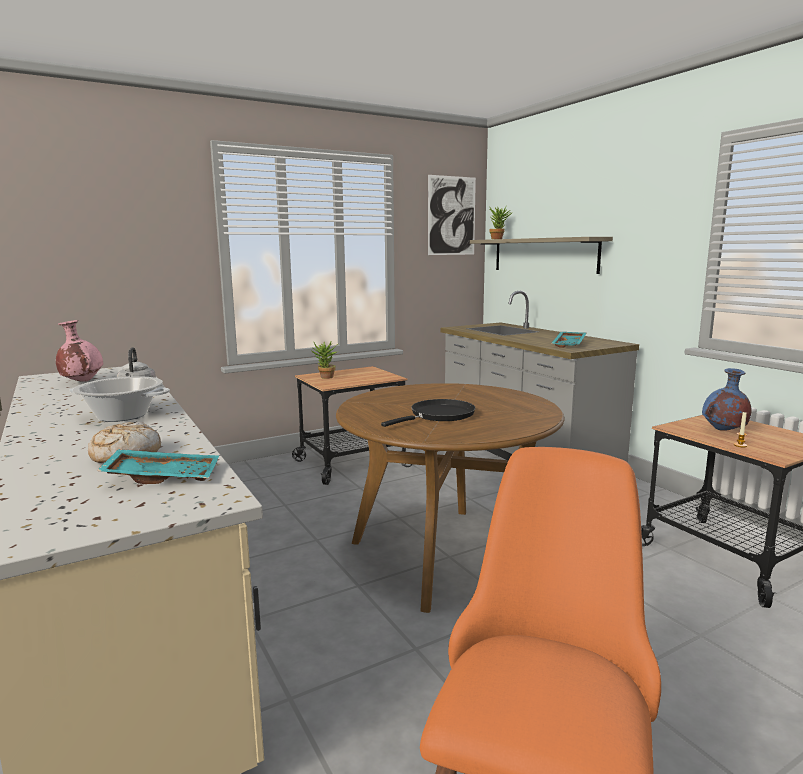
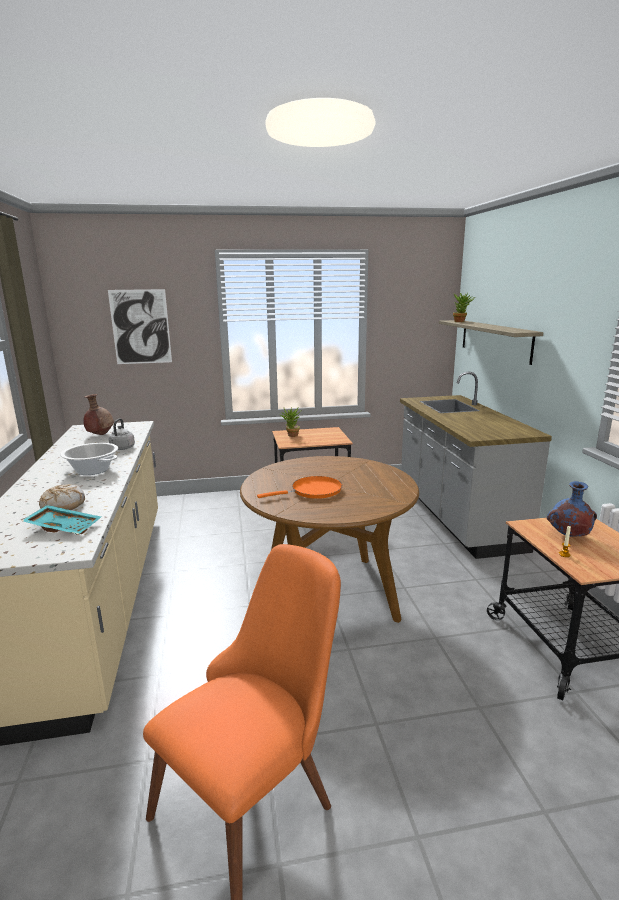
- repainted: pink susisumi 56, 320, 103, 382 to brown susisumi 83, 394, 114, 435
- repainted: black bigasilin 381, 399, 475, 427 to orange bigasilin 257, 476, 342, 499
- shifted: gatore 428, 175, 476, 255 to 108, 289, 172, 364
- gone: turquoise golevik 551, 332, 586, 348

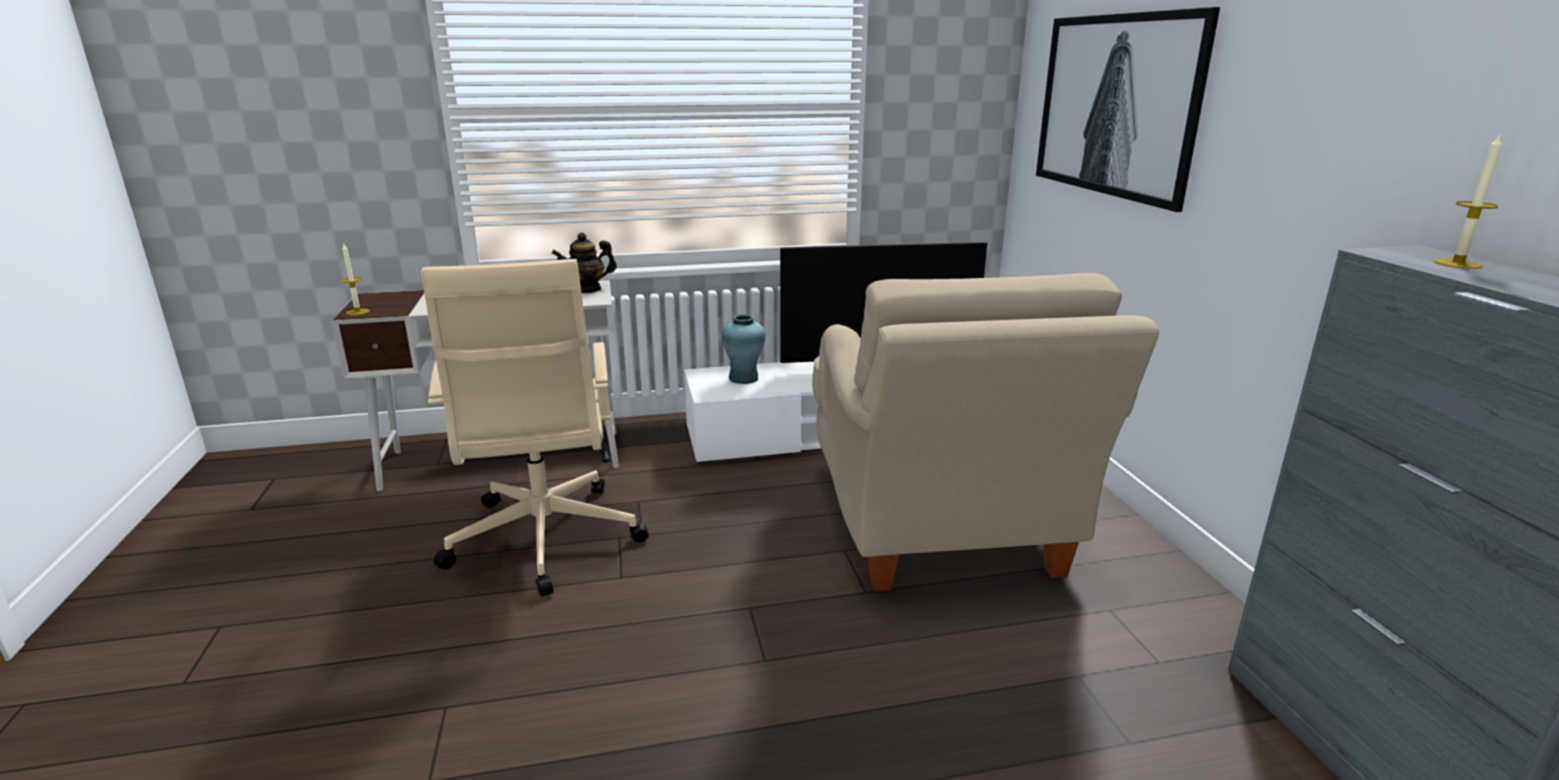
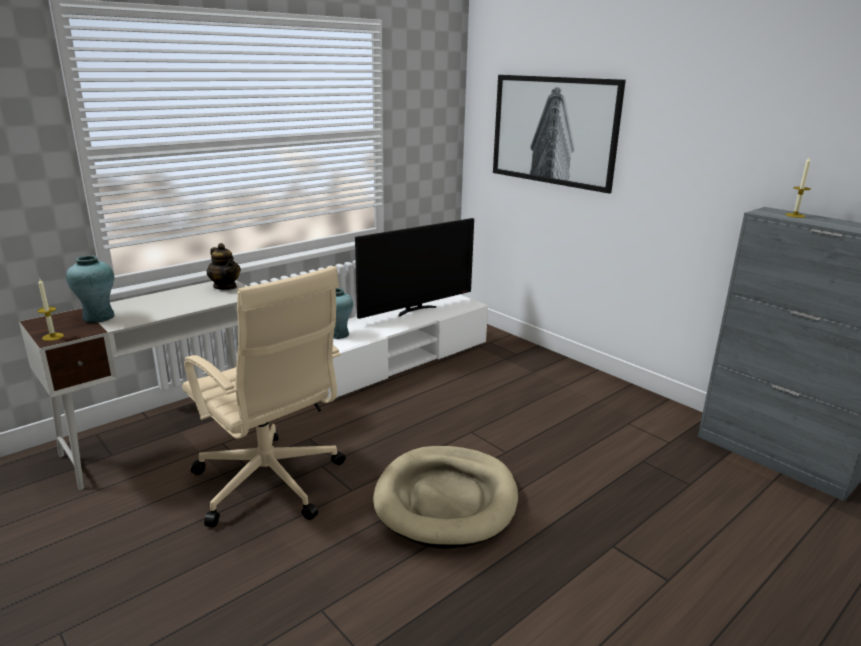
- rotated: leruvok 552, 232, 617, 293 = 206, 243, 241, 290 75 degrees counterclockwise
- gone: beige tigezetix 812, 273, 1160, 591
- new: turquoise susisumi 66, 255, 115, 323
- new: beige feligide 373, 446, 518, 549

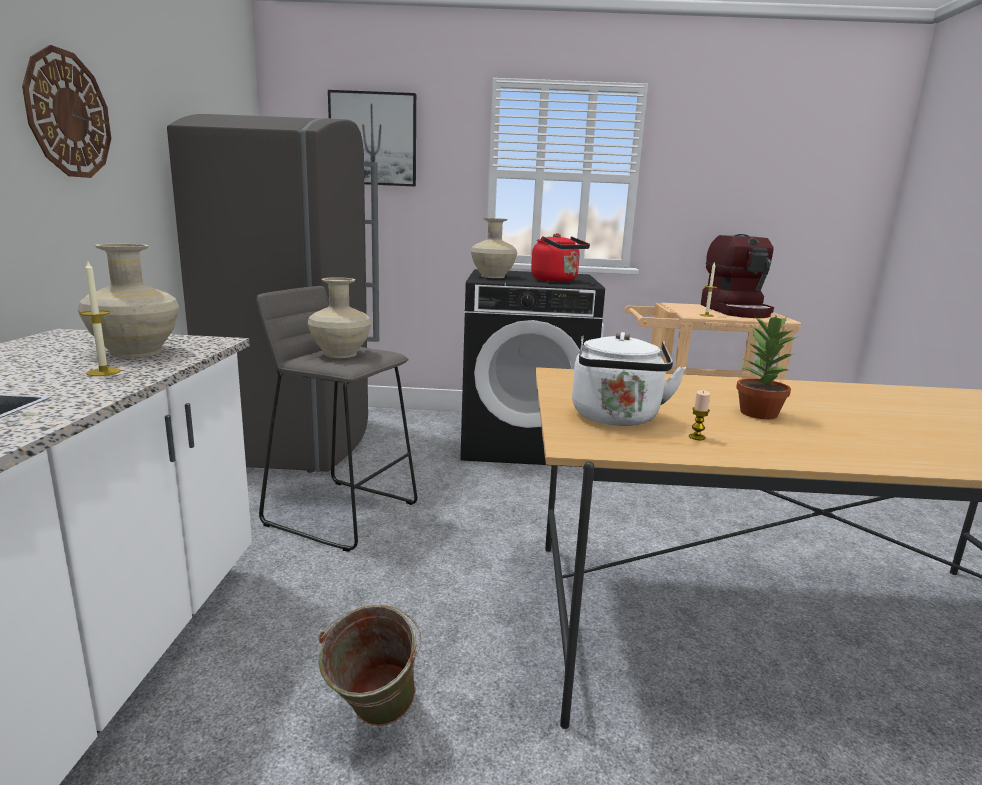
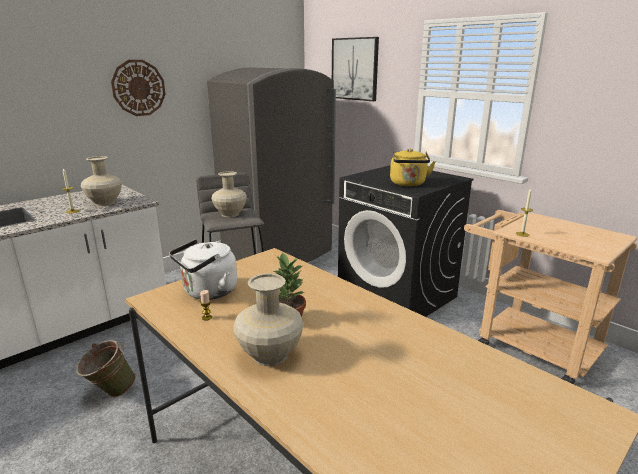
- shifted: beige susisumi 471, 218, 517, 278 to 233, 273, 304, 366
- repainted: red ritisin 531, 233, 590, 282 to yellow ritisin 390, 149, 436, 186
- gone: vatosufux 701, 234, 774, 318

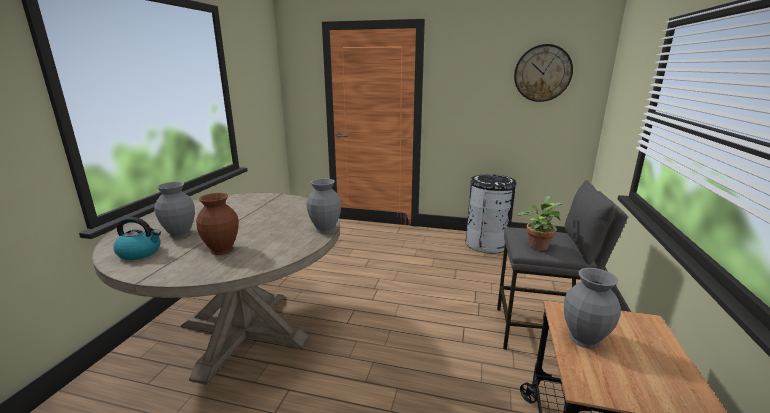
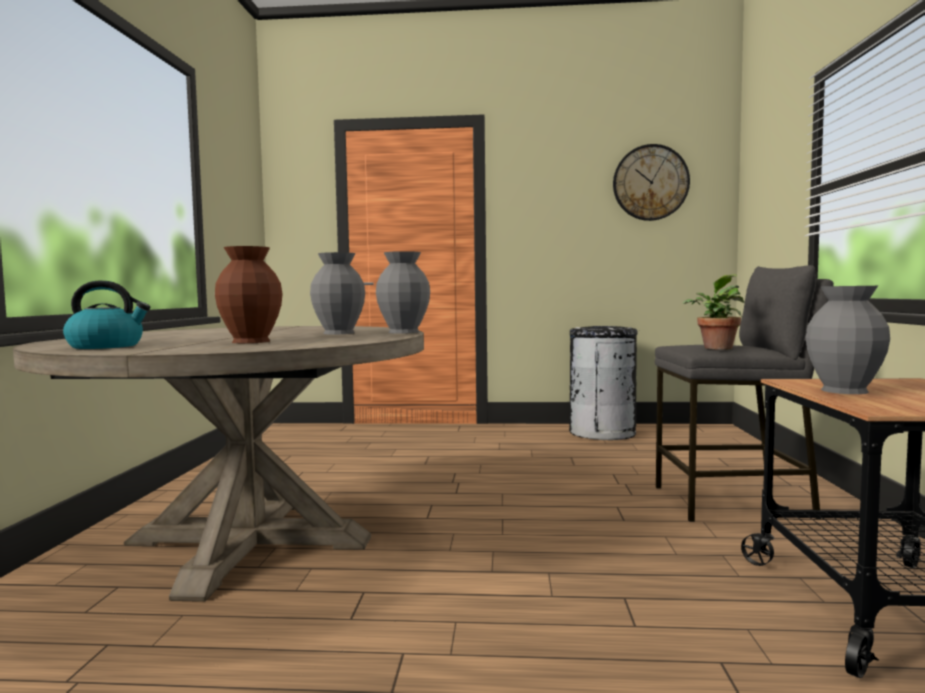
- shifted: grey susisumi 154, 182, 195, 238 to 310, 252, 365, 334

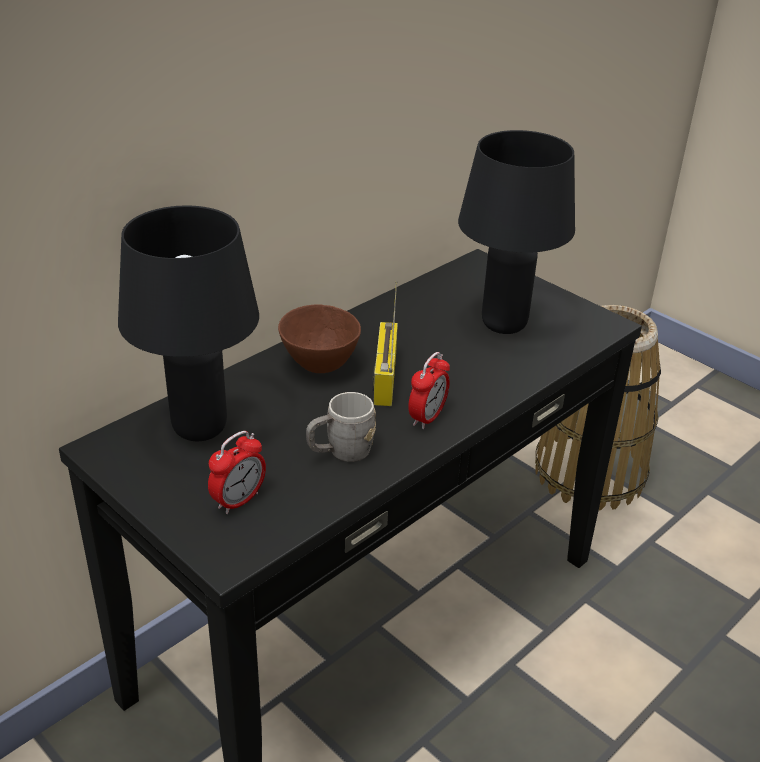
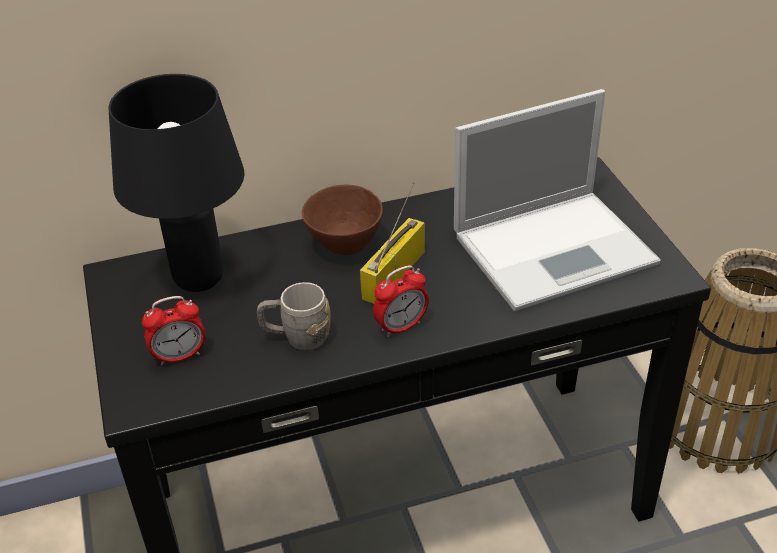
- swapped: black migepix 458, 130, 575, 334 to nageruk 454, 89, 661, 311

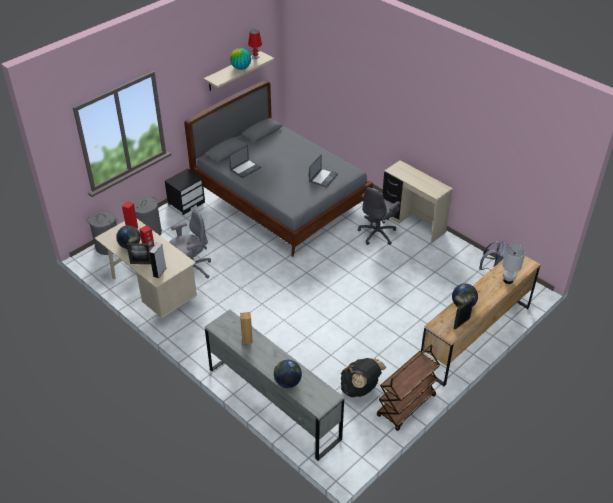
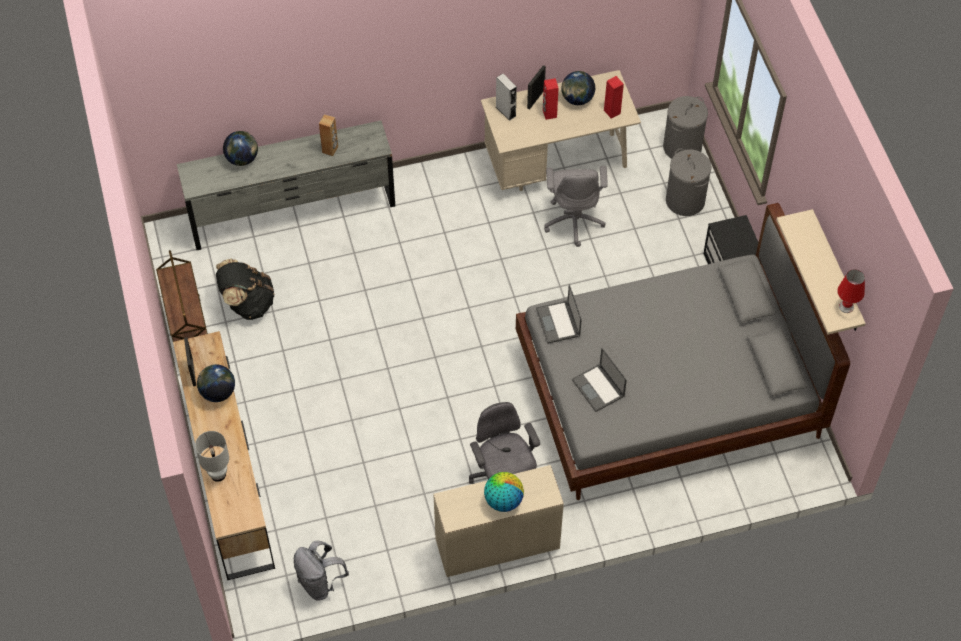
- shifted: nageruk 229, 145, 261, 178 to 536, 284, 582, 344
- shifted: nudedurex 230, 48, 251, 70 to 484, 472, 524, 512

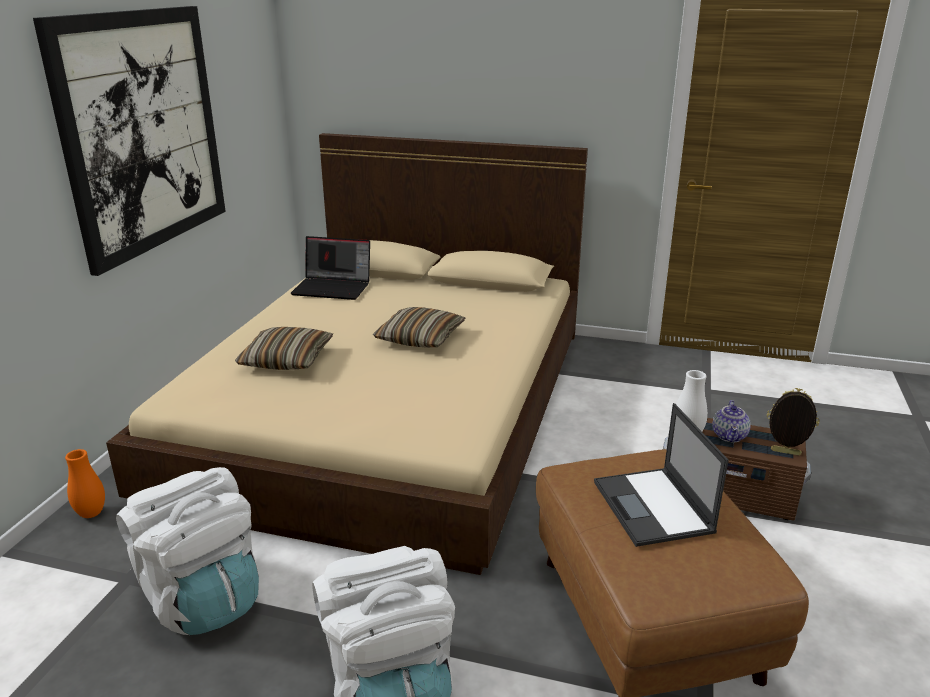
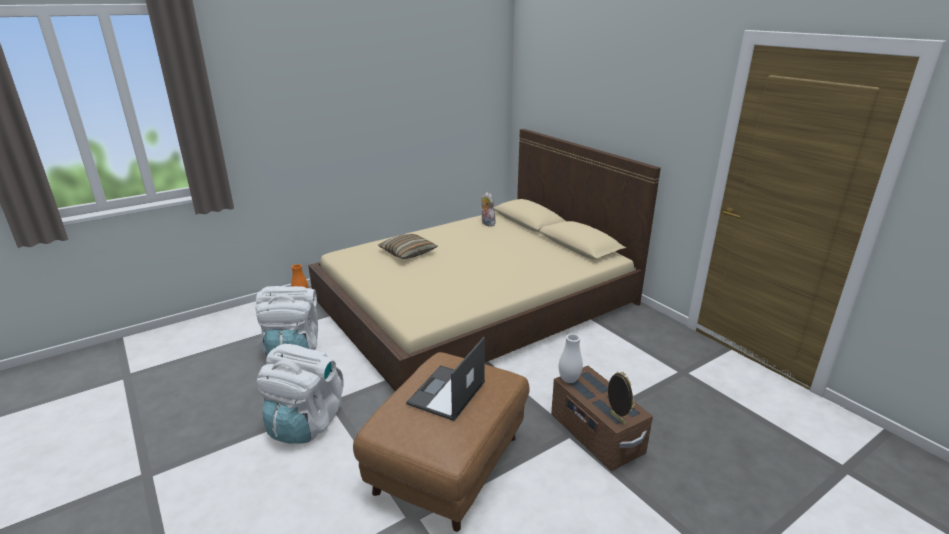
- gone: gatore 33, 6, 226, 276
- swapped: nageruk 291, 236, 370, 300 to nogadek 481, 192, 496, 227
- gone: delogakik 373, 307, 466, 347
- gone: leruvok 713, 400, 751, 442

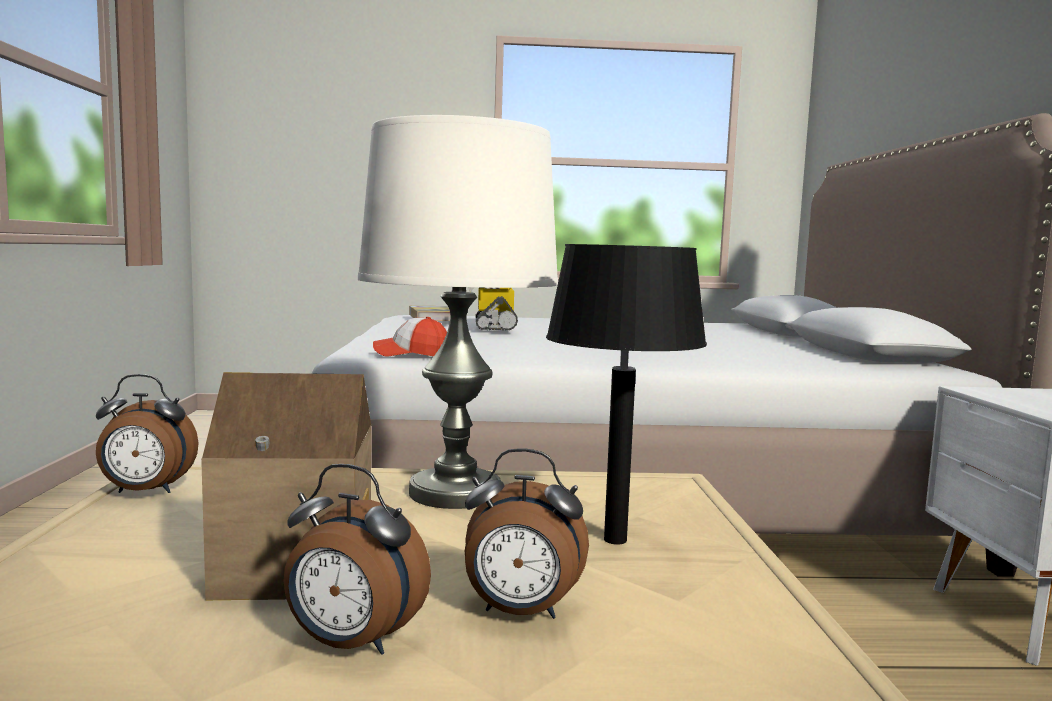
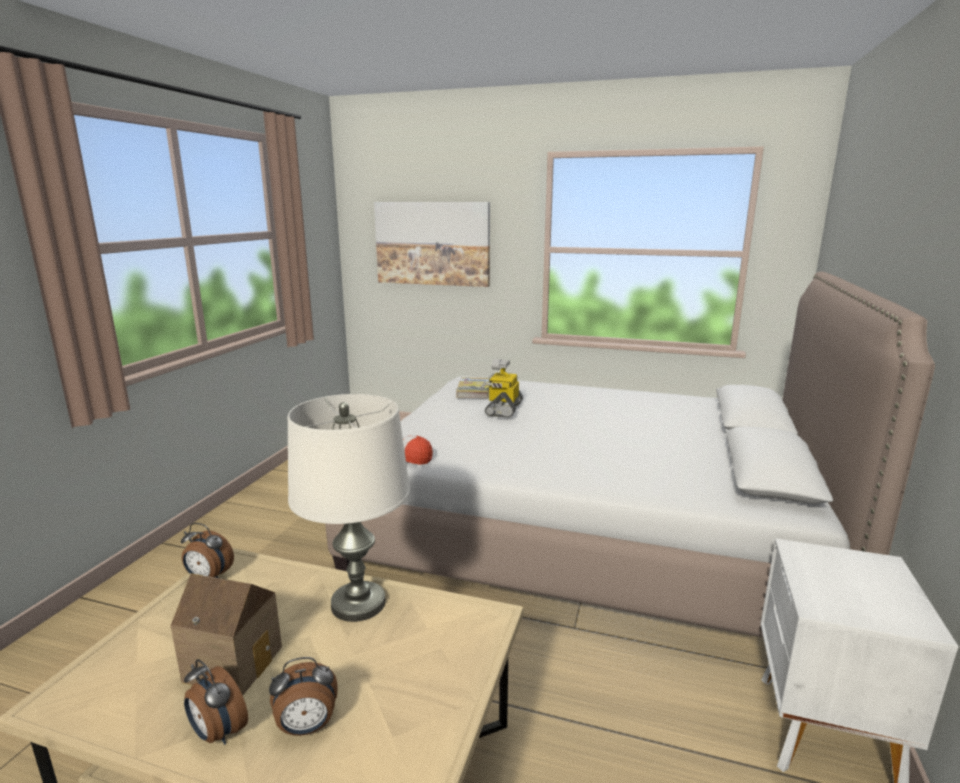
- rotated: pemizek 465, 448, 589, 619 = 269, 657, 338, 736 45 degrees counterclockwise
- gone: black migepix 546, 244, 707, 545
- new: gatore 374, 202, 490, 287

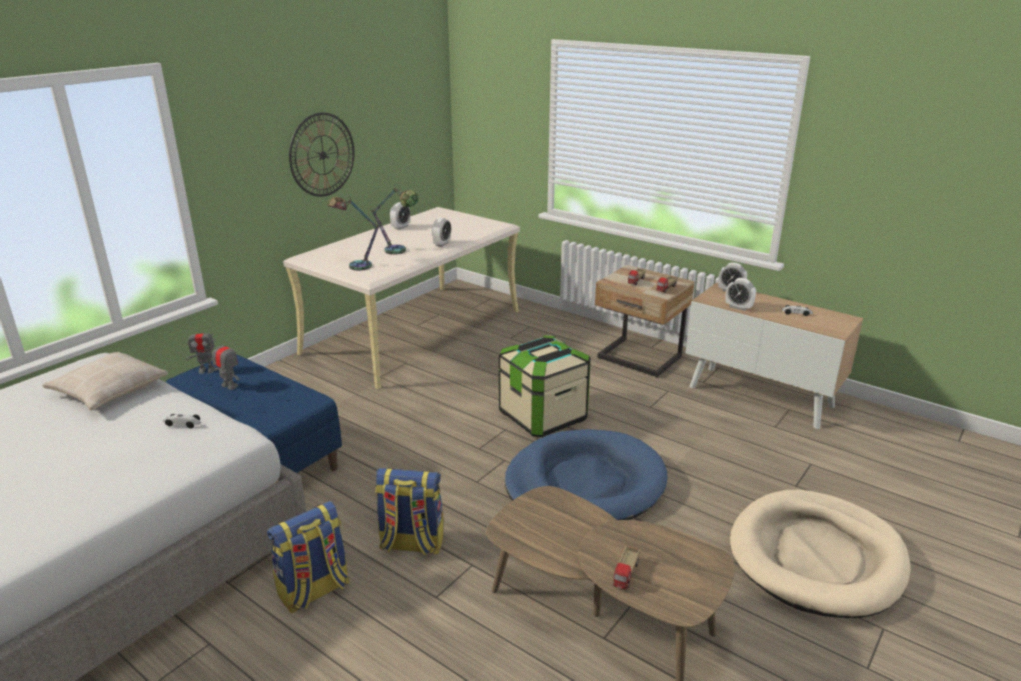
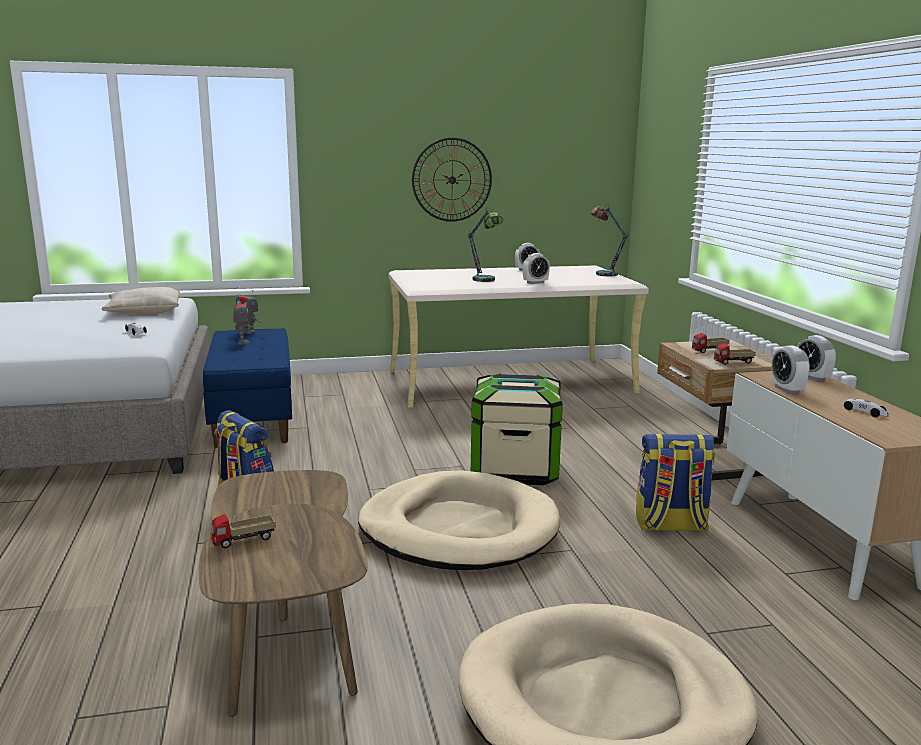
- shifted: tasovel 267, 501, 350, 614 to 636, 434, 715, 531
- shifted: migepix 327, 196, 380, 271 to 591, 204, 629, 276
- repainted: blue feligide 505, 429, 668, 520 to beige feligide 358, 470, 560, 570

